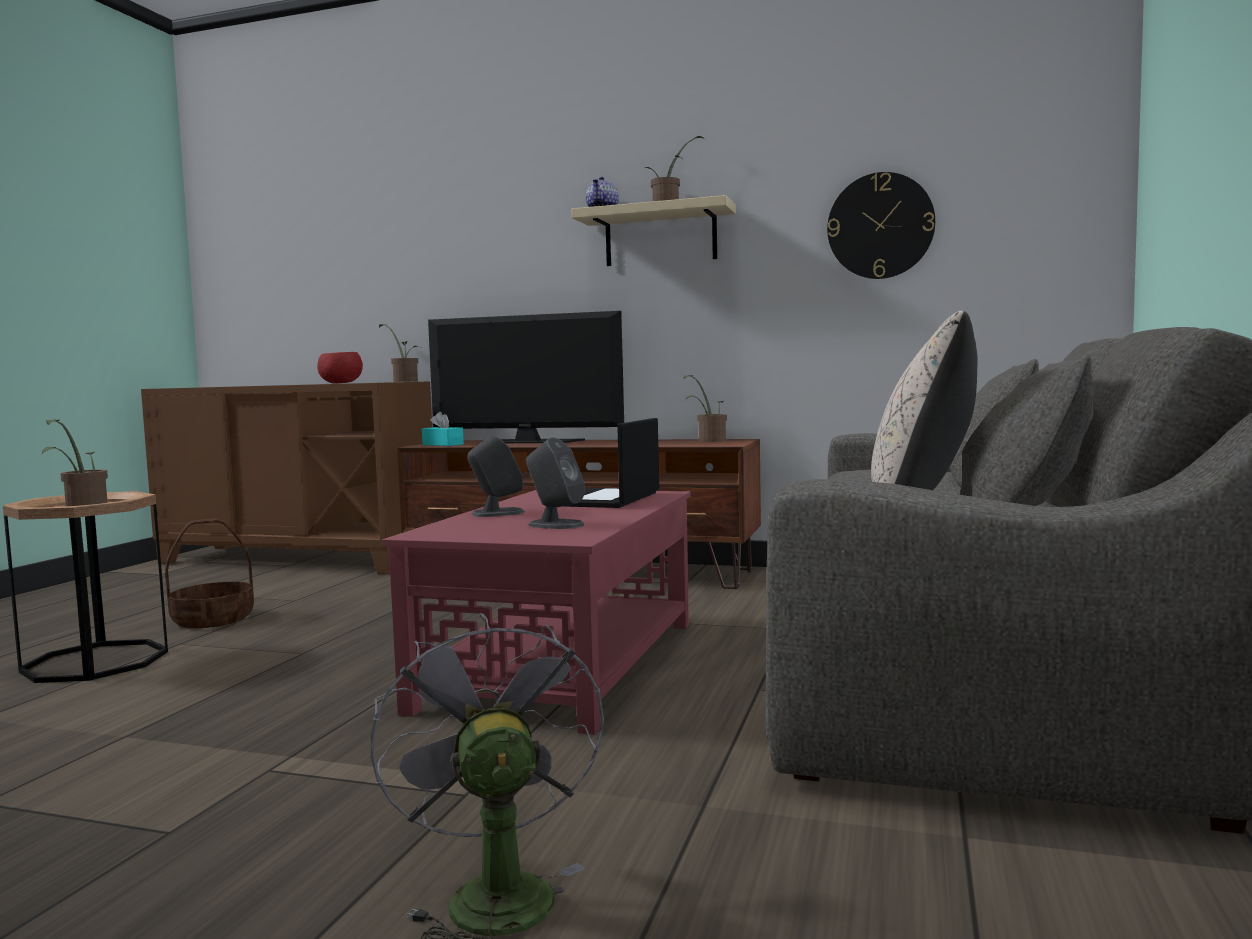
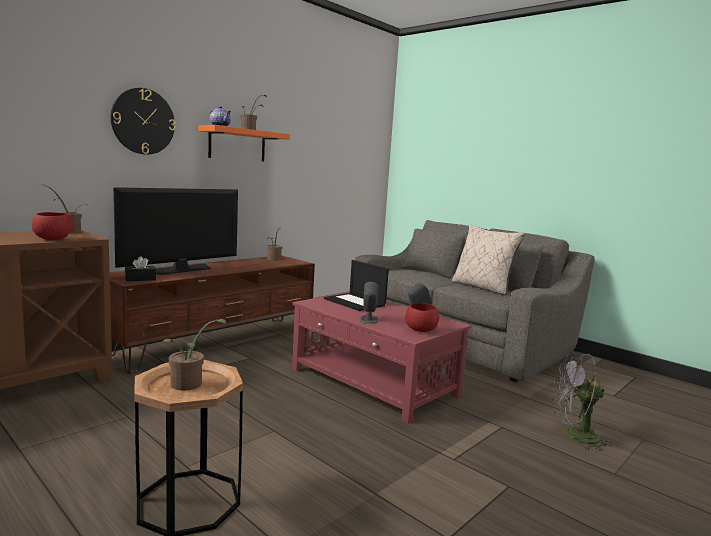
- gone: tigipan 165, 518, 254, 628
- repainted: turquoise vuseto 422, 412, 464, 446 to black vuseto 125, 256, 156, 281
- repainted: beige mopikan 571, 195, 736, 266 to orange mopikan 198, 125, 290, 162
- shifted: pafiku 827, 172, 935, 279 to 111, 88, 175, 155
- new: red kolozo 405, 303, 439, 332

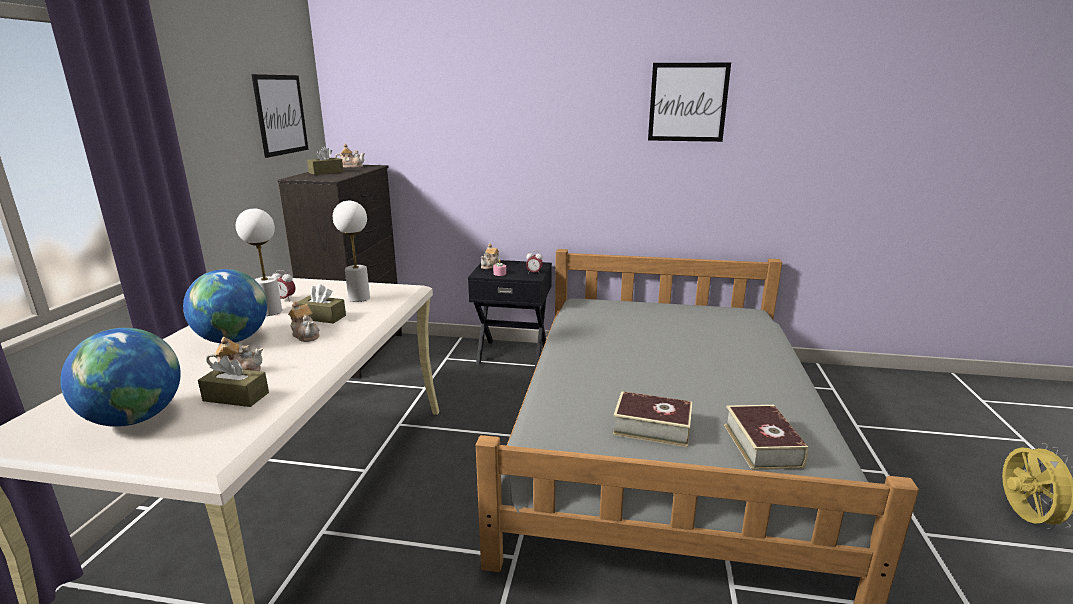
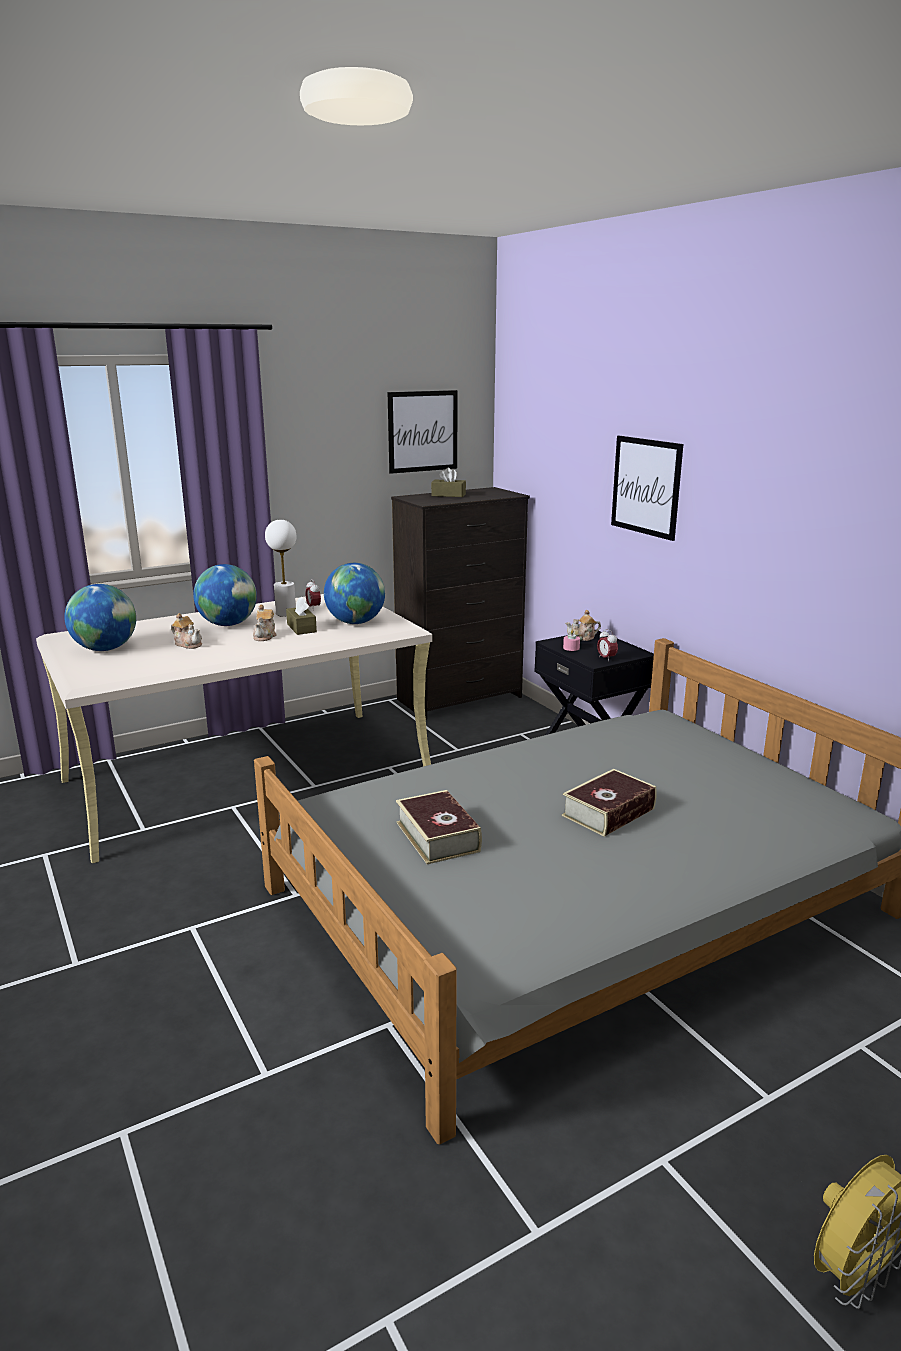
- gone: brown vuseto 198, 356, 269, 407
- swapped: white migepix 333, 201, 370, 302 to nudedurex 324, 563, 385, 624
- gone: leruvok 335, 144, 365, 168
- shifted: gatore 648, 63, 731, 142 to 611, 436, 683, 541
- shifted: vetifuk 724, 405, 808, 470 to 562, 769, 657, 837

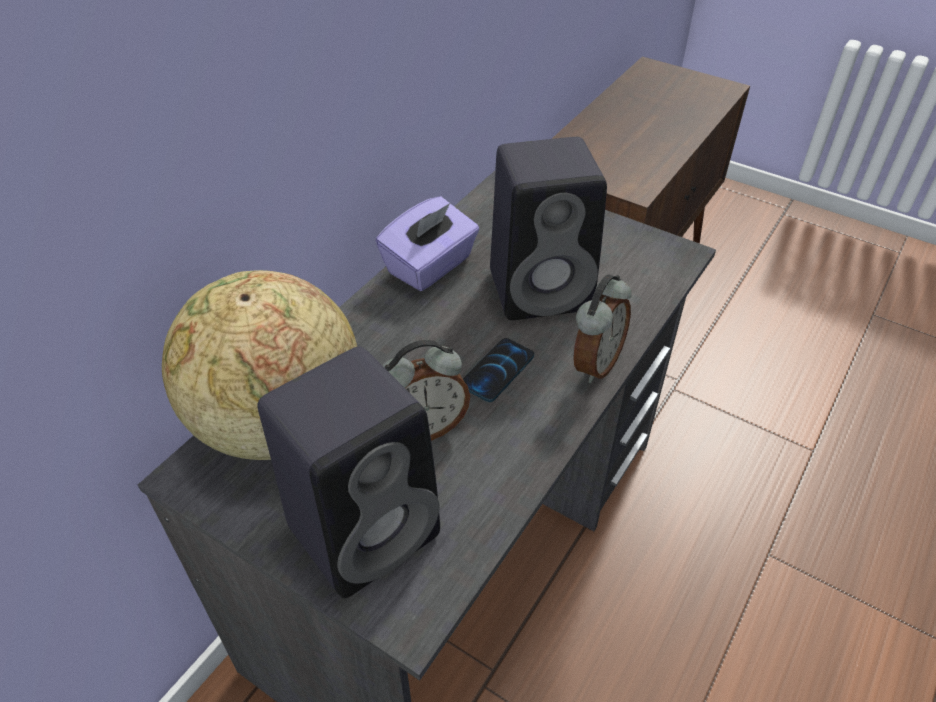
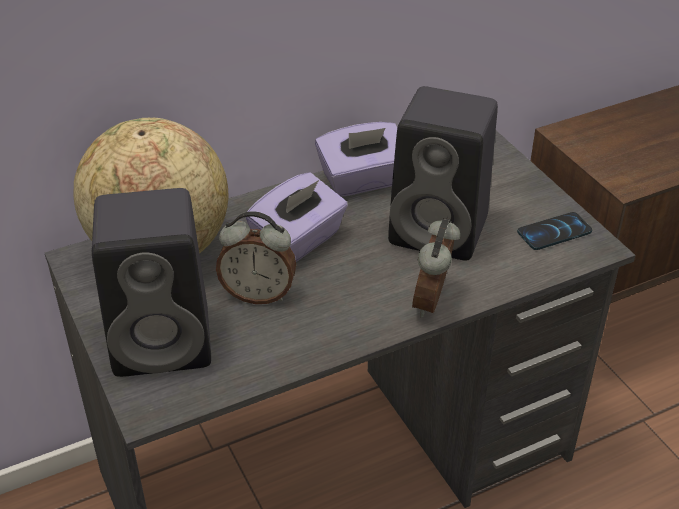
- shifted: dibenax 463, 338, 534, 402 to 517, 212, 592, 250
- rotated: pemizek 573, 274, 632, 383 = 412, 218, 460, 318 135 degrees clockwise
- new: purple vuseto 246, 172, 348, 262

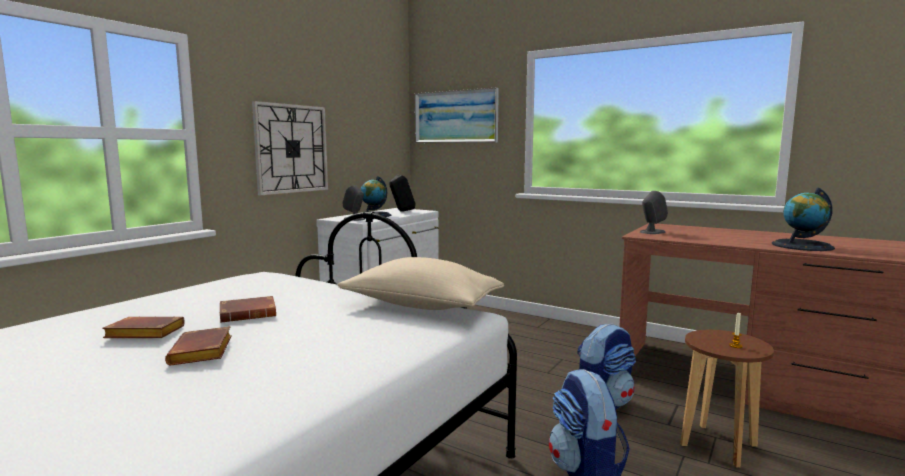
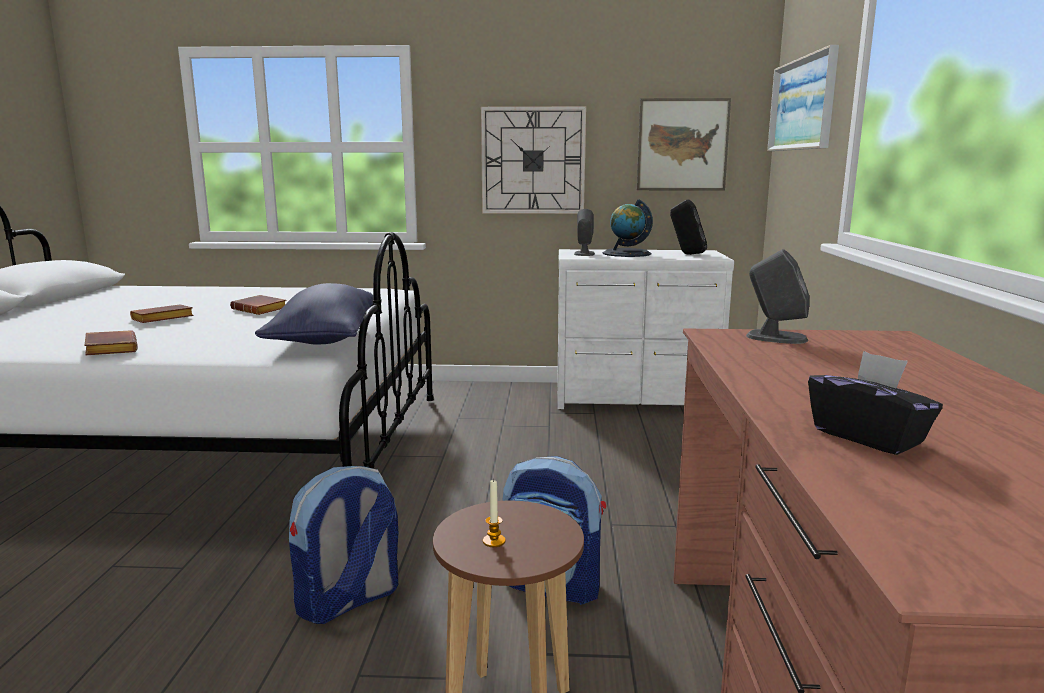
- shifted: brown vetifuk 102, 316, 185, 338 to 85, 330, 138, 355
- repainted: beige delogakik 338, 257, 504, 310 to blue delogakik 255, 283, 373, 345
- swapped: nudedurex 772, 188, 835, 251 to black vuseto 808, 351, 943, 455
- new: gatore 637, 98, 731, 190

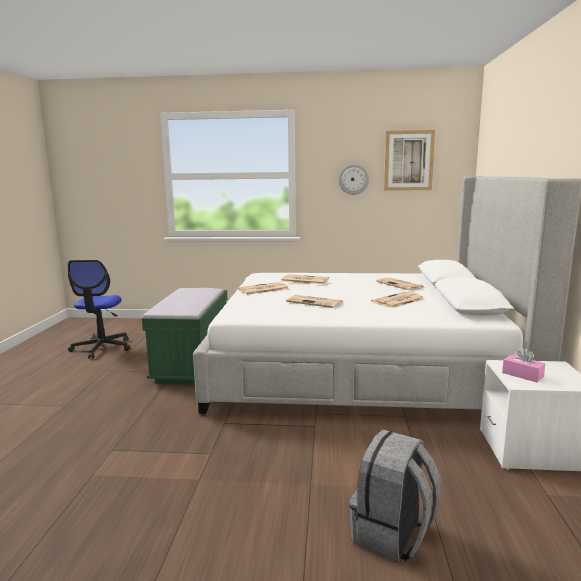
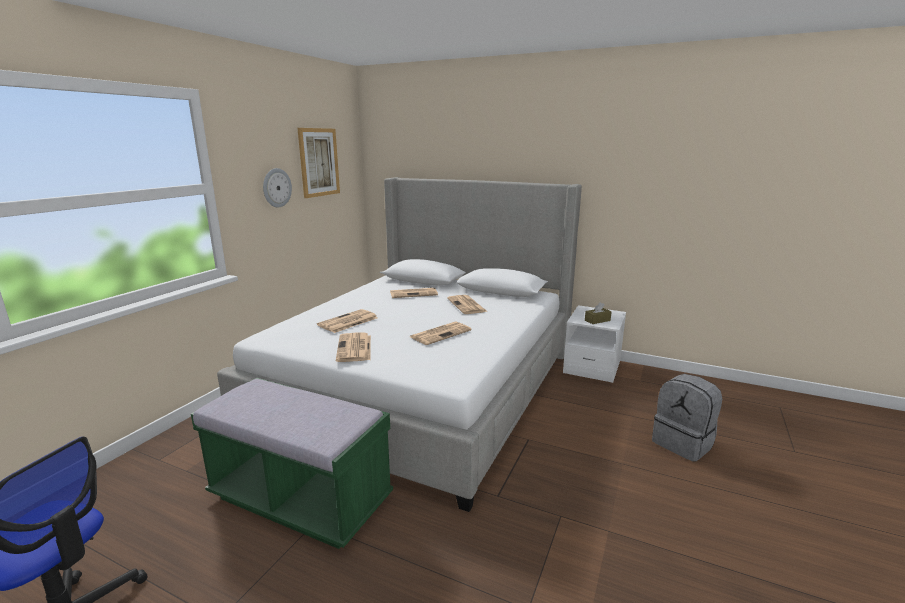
- repainted: pink vuseto 502, 348, 545, 382 to brown vuseto 585, 302, 612, 324

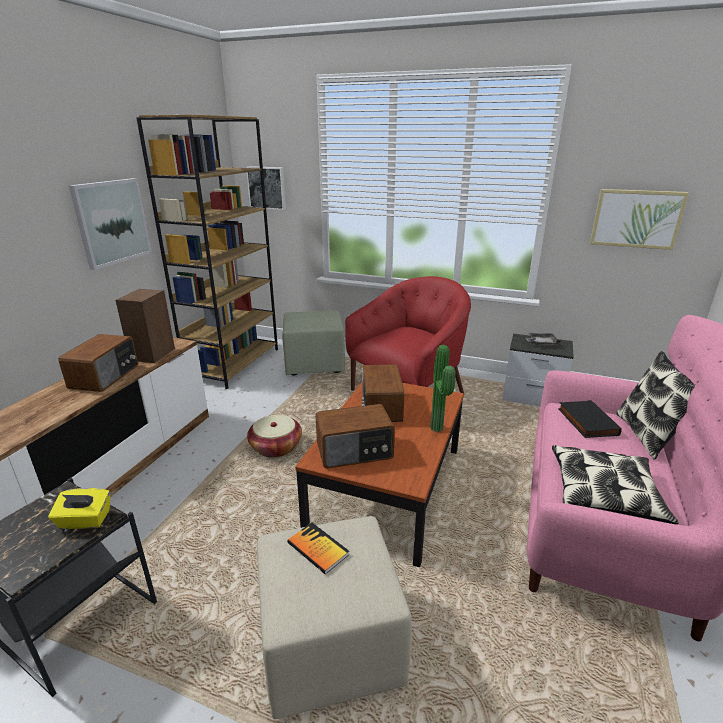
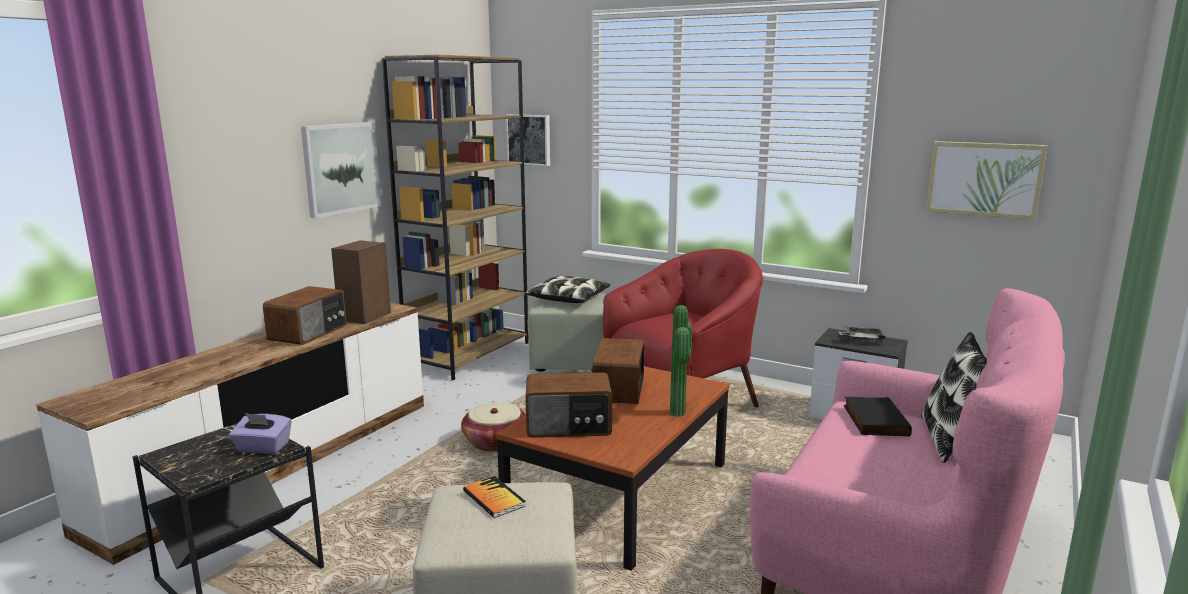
- repainted: yellow vuseto 48, 488, 110, 529 to purple vuseto 229, 413, 292, 454
- shifted: delogakik 552, 445, 679, 524 to 525, 276, 610, 303

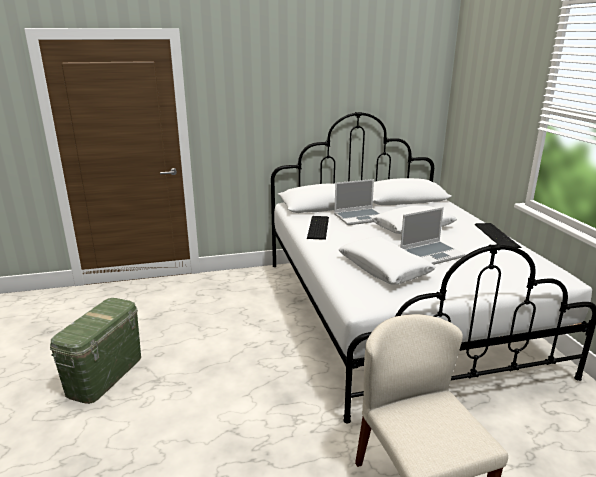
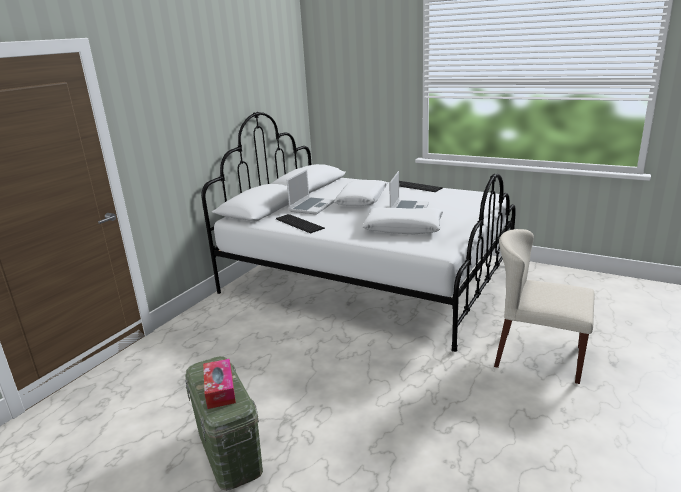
- new: vuseto 203, 359, 236, 409

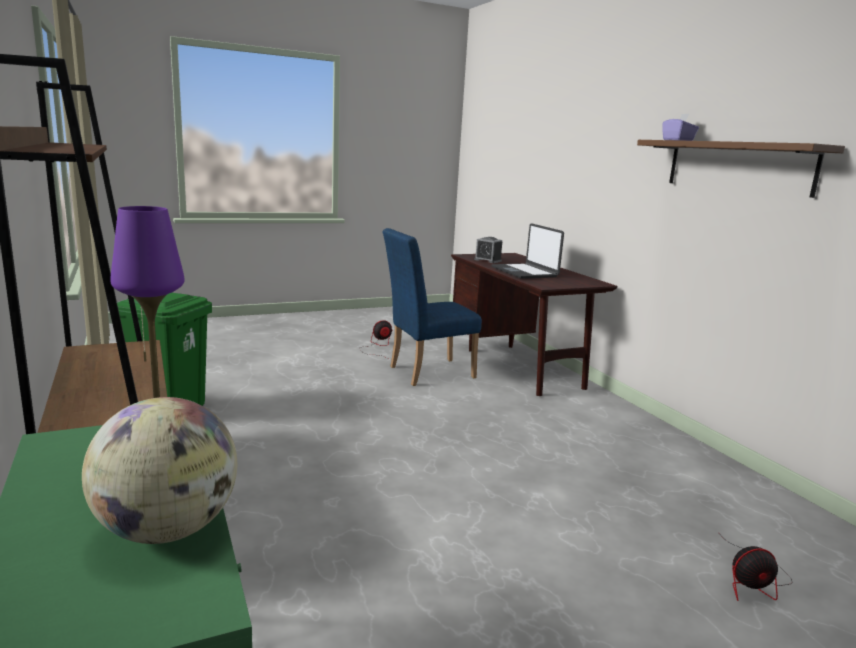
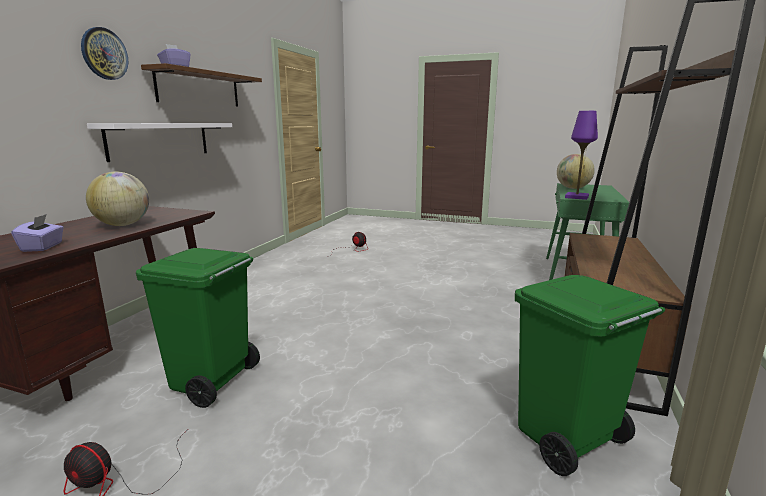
- swapped: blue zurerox 383, 228, 482, 386 to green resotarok 136, 248, 260, 408
- swapped: pemizek 474, 237, 502, 263 to purple vuseto 11, 214, 64, 252
- swapped: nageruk 492, 223, 564, 279 to nudedurex 86, 172, 149, 226
- new: pafiku 81, 27, 128, 80
- new: white mopikan 87, 123, 232, 162

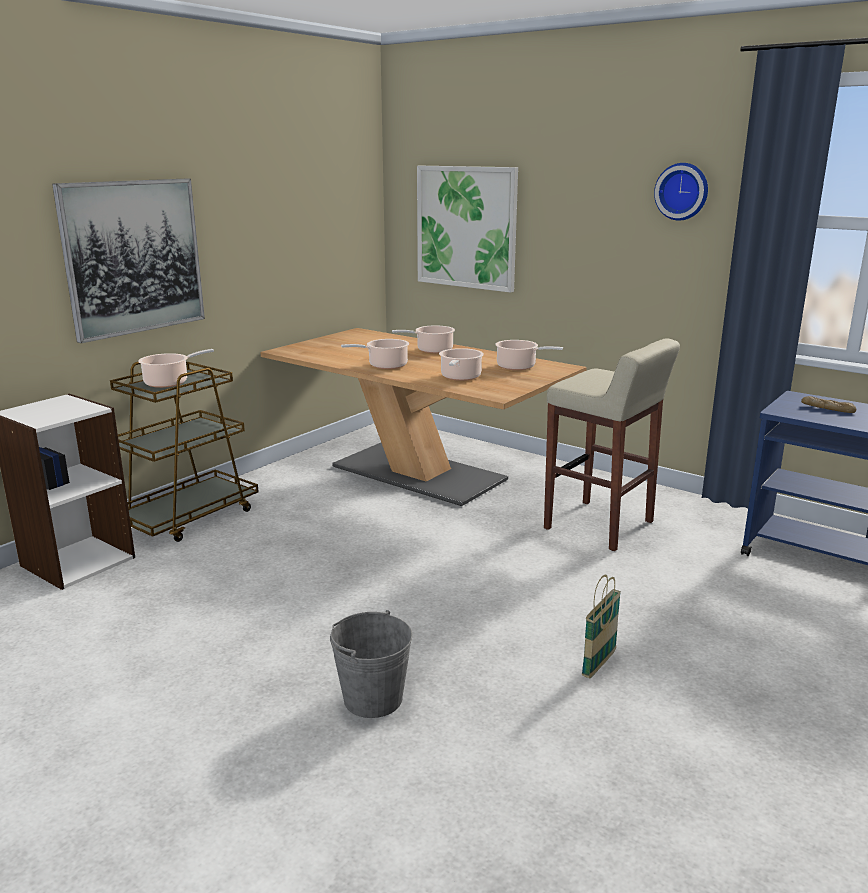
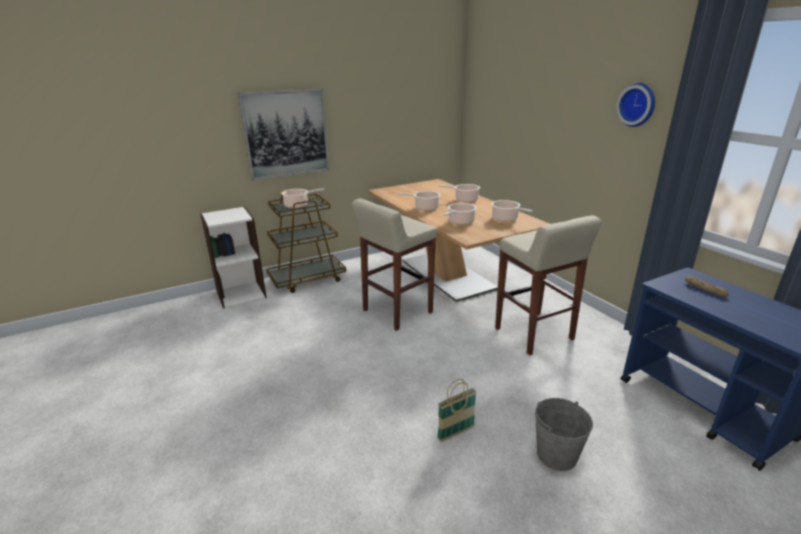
- shifted: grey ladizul 330, 610, 413, 718 to 535, 398, 593, 471
- gone: gatore 417, 166, 518, 293
- new: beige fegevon 352, 198, 437, 331

